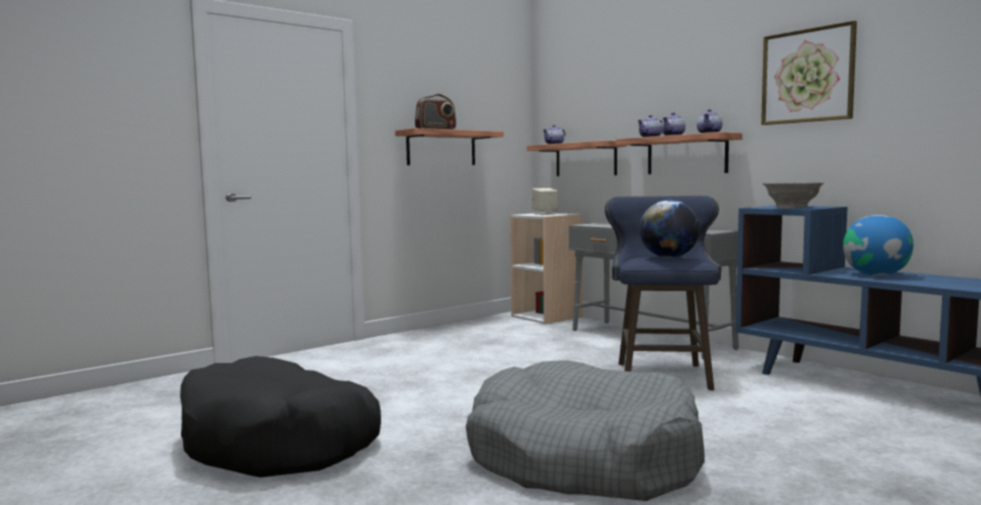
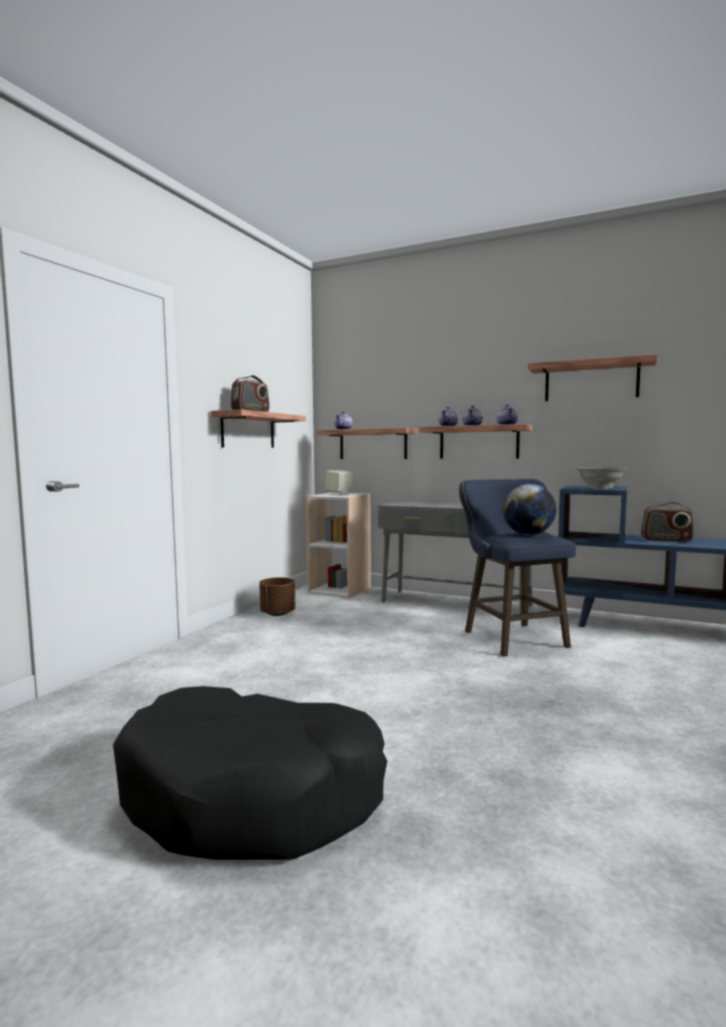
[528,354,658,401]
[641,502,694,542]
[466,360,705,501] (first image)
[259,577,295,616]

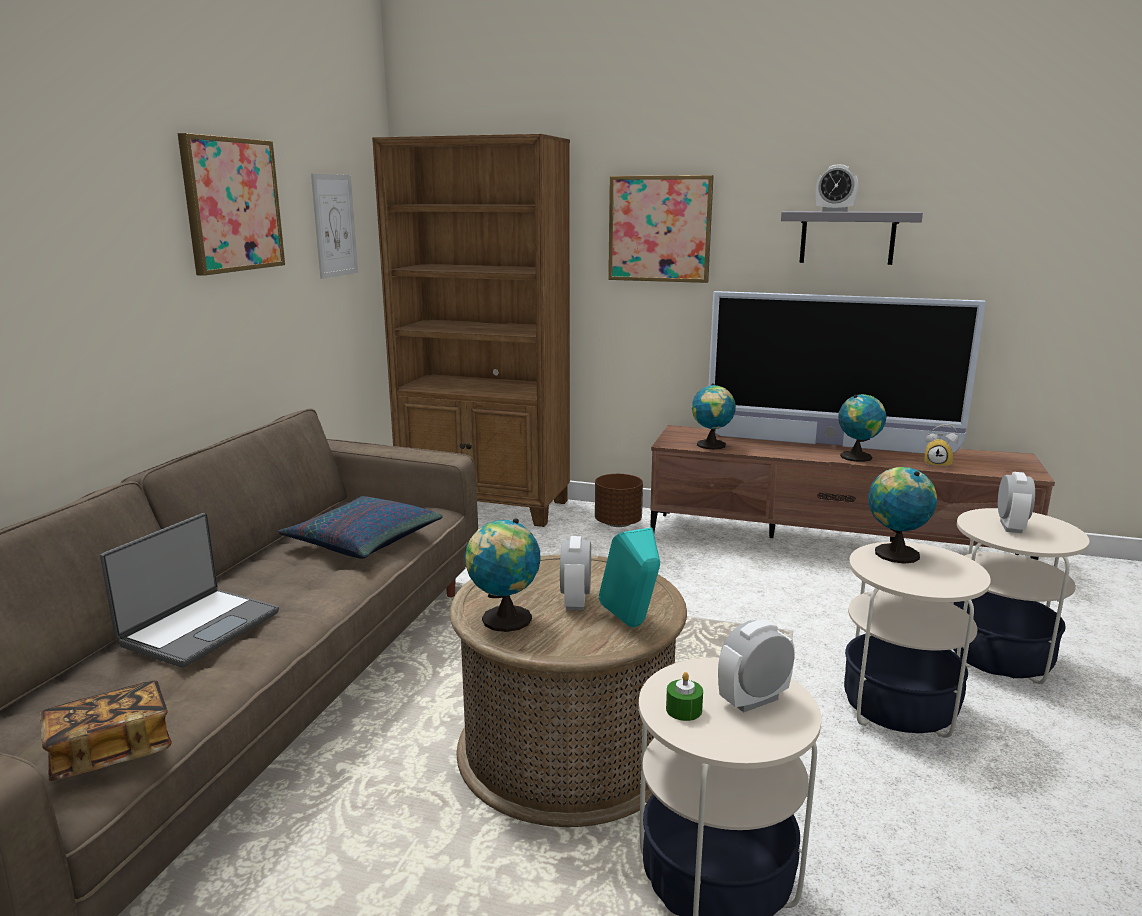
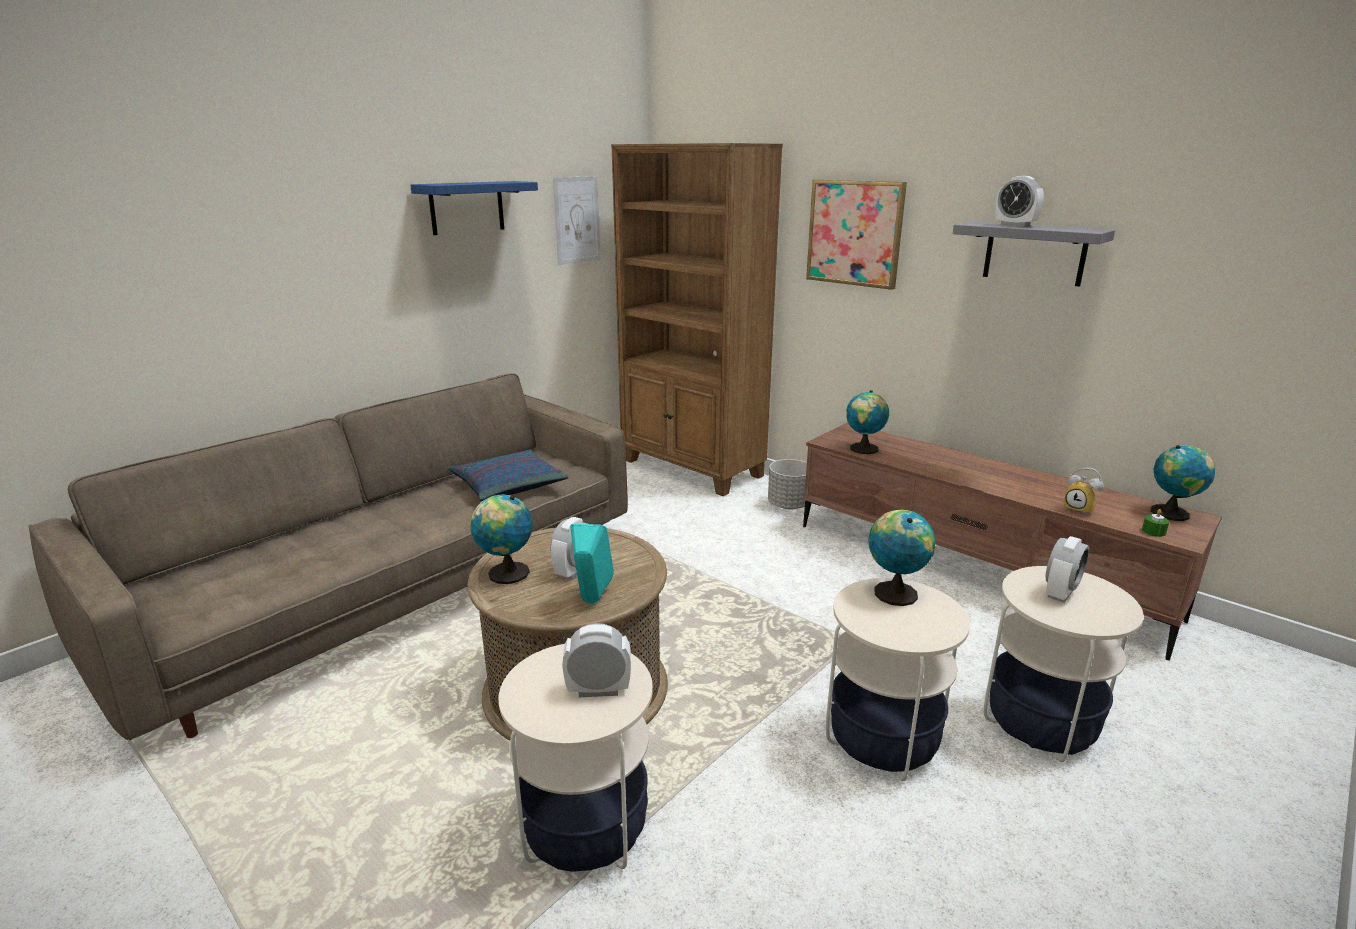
[411,181,538,235]
[709,291,986,454] (first image)
[1151,445,1215,521]
[768,459,807,509]
[100,513,279,668] (first image)
[1142,509,1169,537]
[40,680,172,781] (first image)

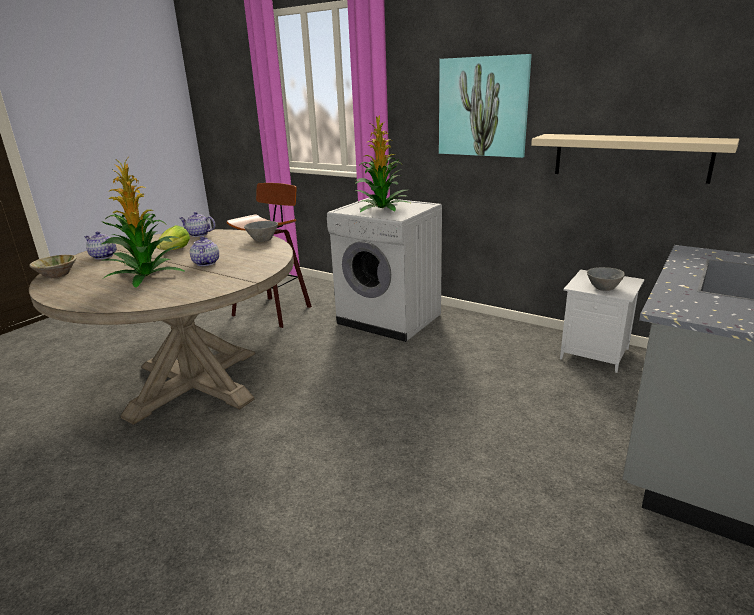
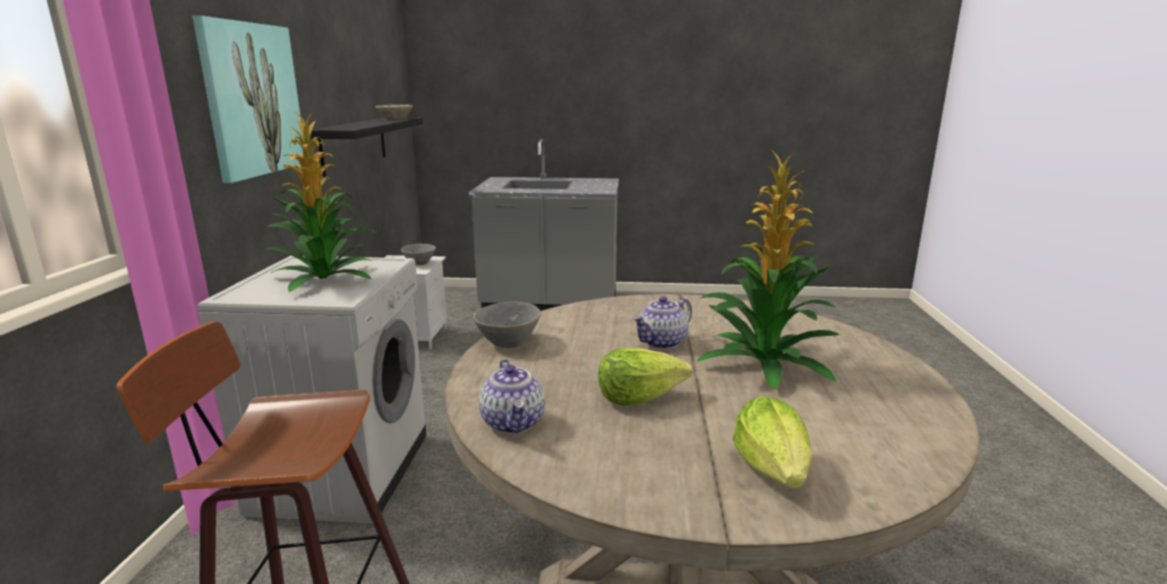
[310,117,423,176]
[733,396,813,488]
[376,105,413,119]

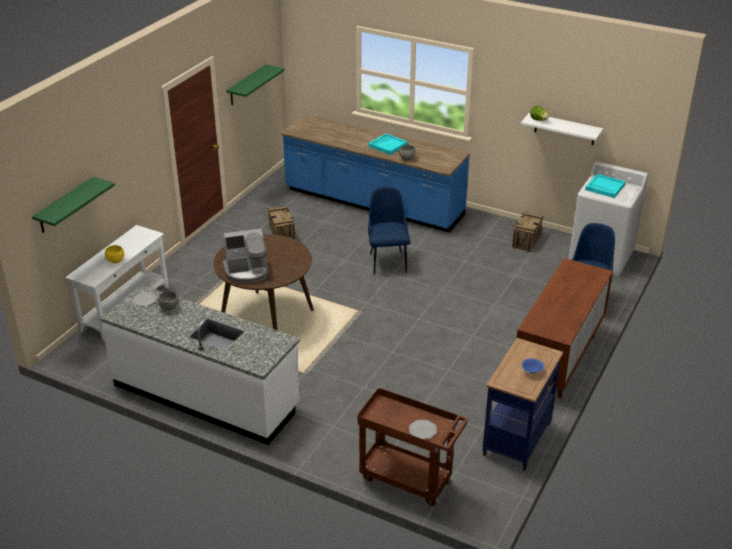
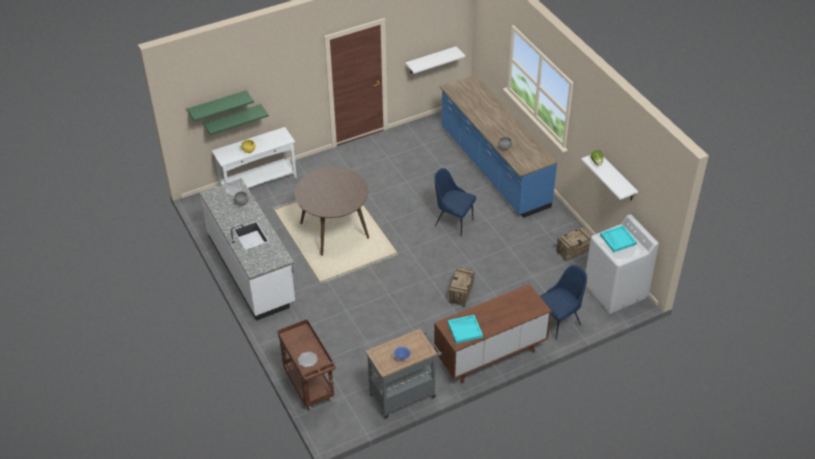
[203,104,269,135]
[448,315,483,344]
[434,168,476,237]
[449,267,475,306]
[223,229,269,283] (first image)
[365,329,442,419]
[405,46,465,74]

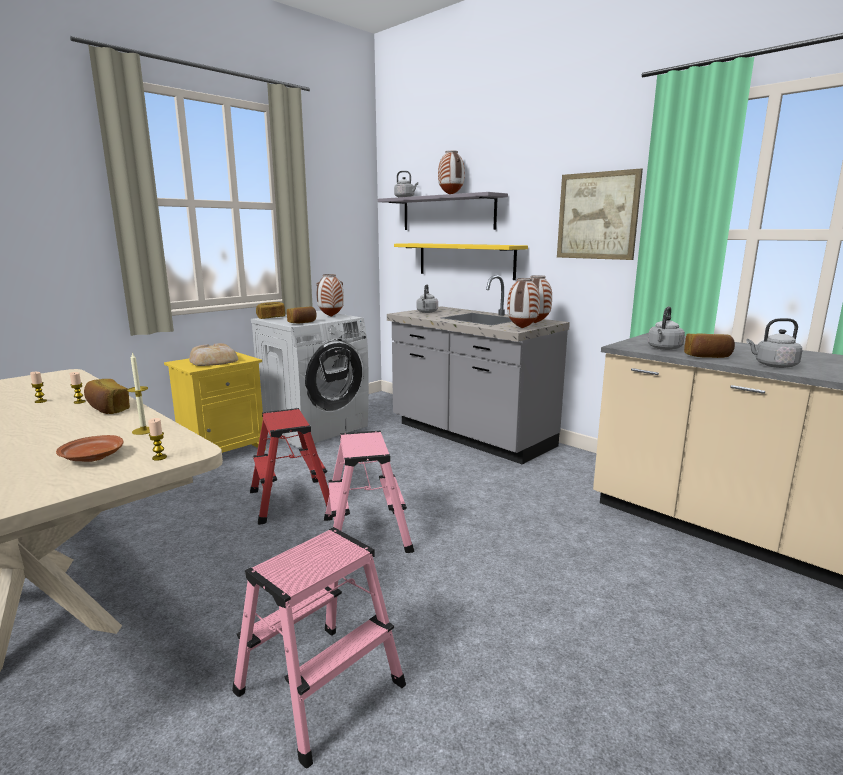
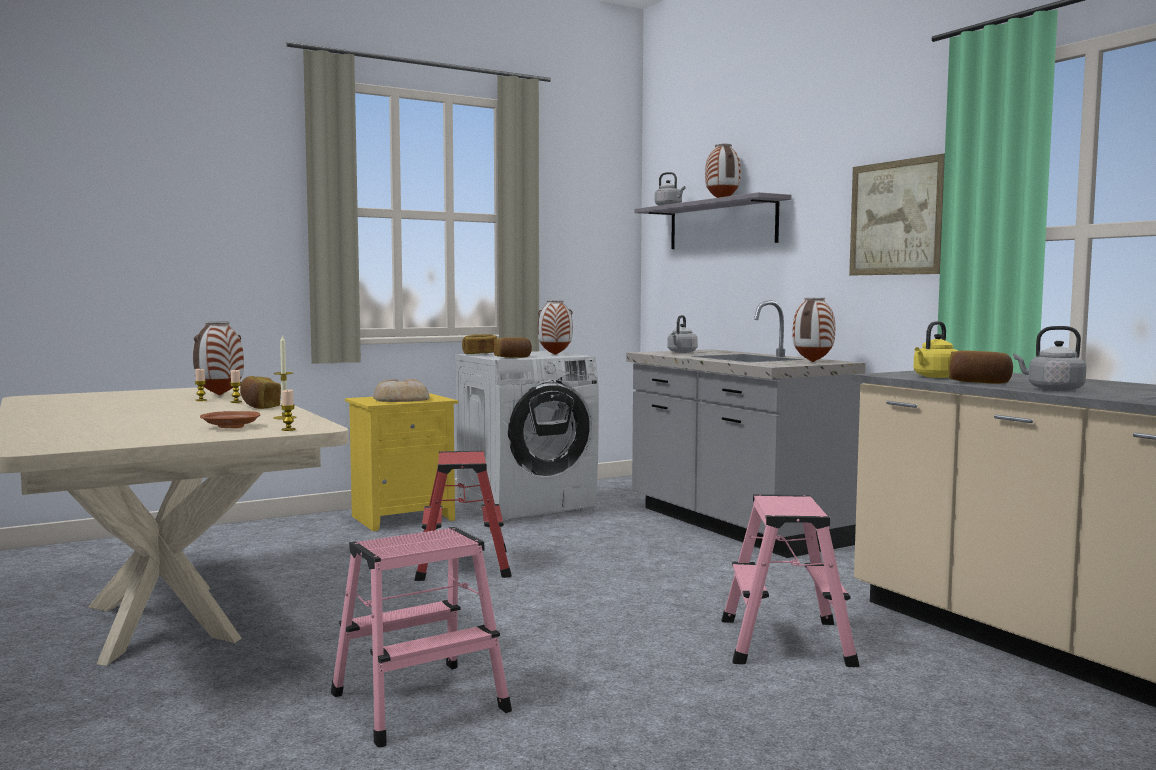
[394,243,528,280] (first image)
[193,321,244,395]
[913,321,958,378]
[721,494,859,667]

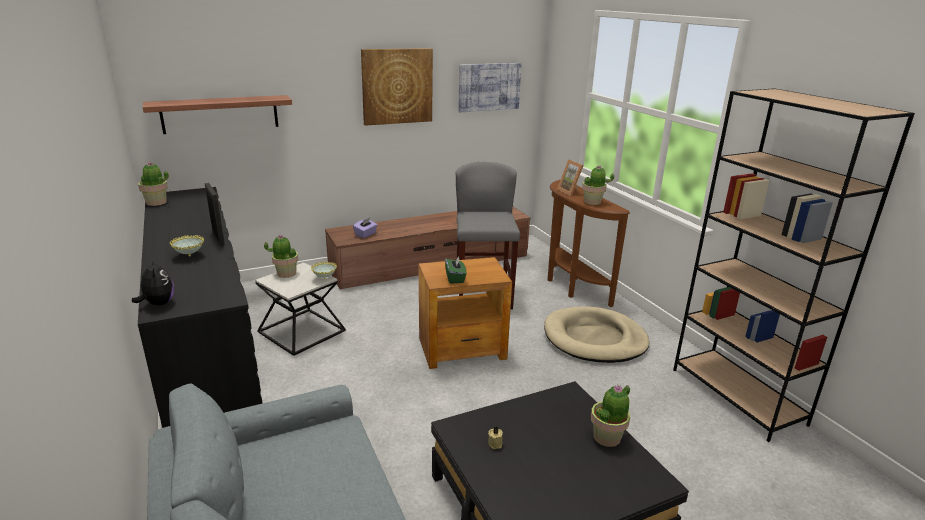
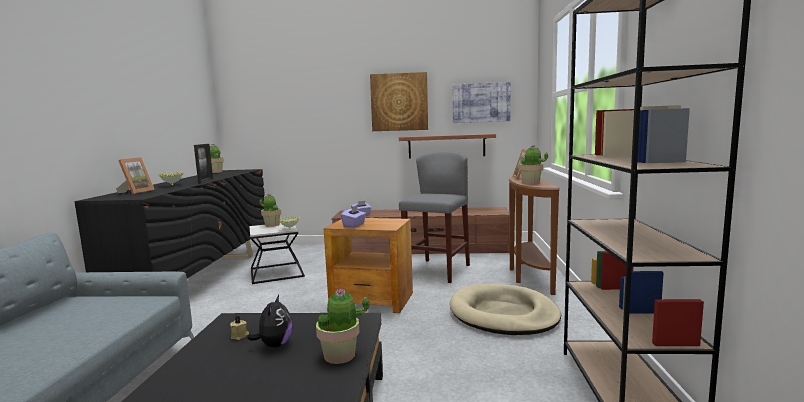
[399,134,496,159]
[341,205,366,228]
[247,295,293,348]
[116,157,155,194]

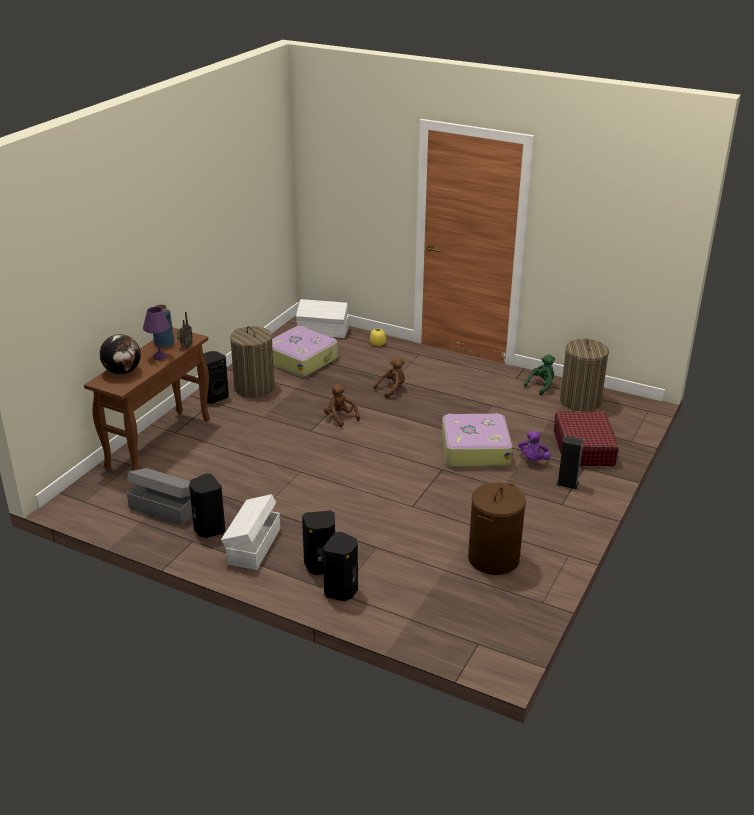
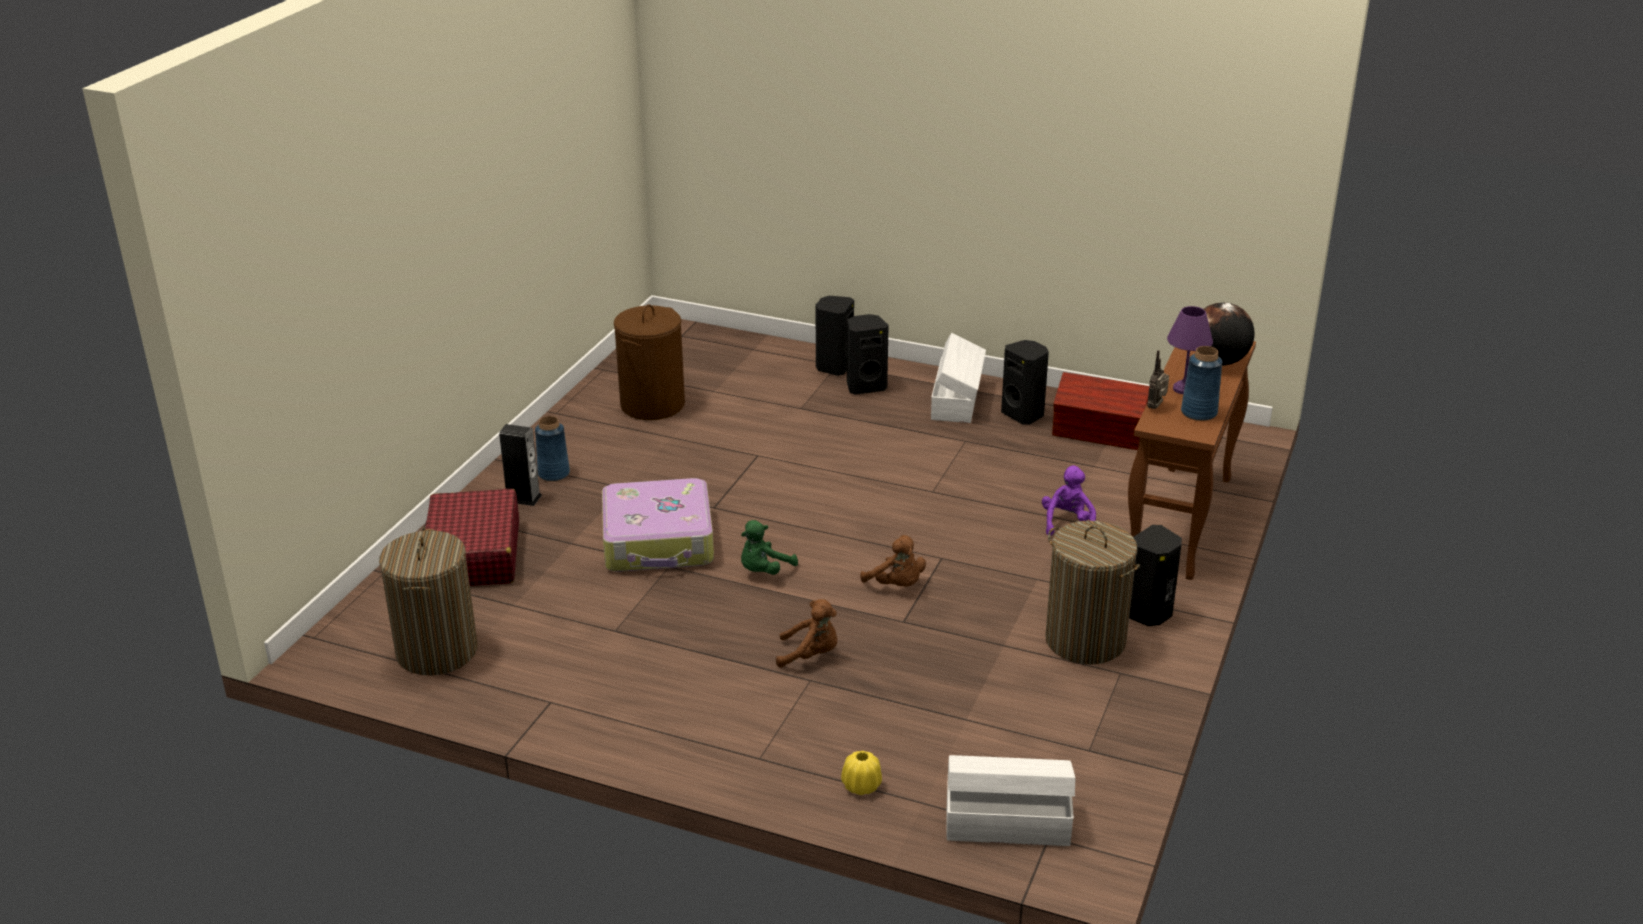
[272,326,338,377] (first image)
[741,520,798,575]
[776,599,837,668]
[1042,465,1096,536]
[1052,372,1149,450]
[535,416,570,481]

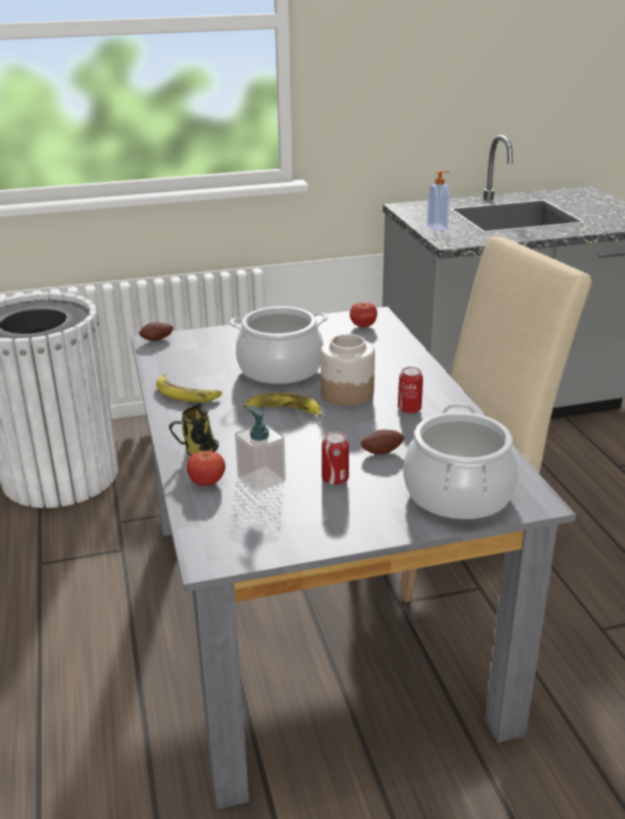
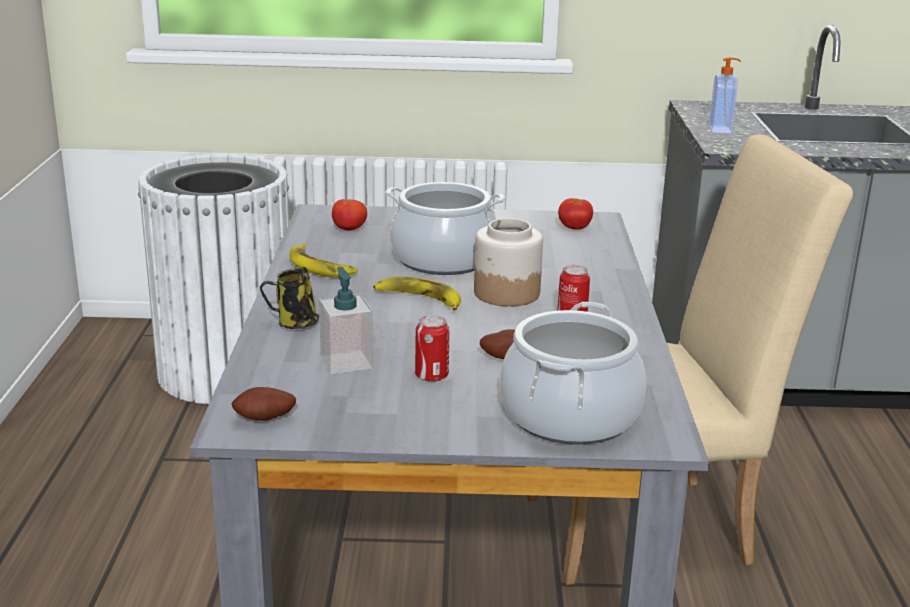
[232,387,296,421]
[332,199,367,230]

